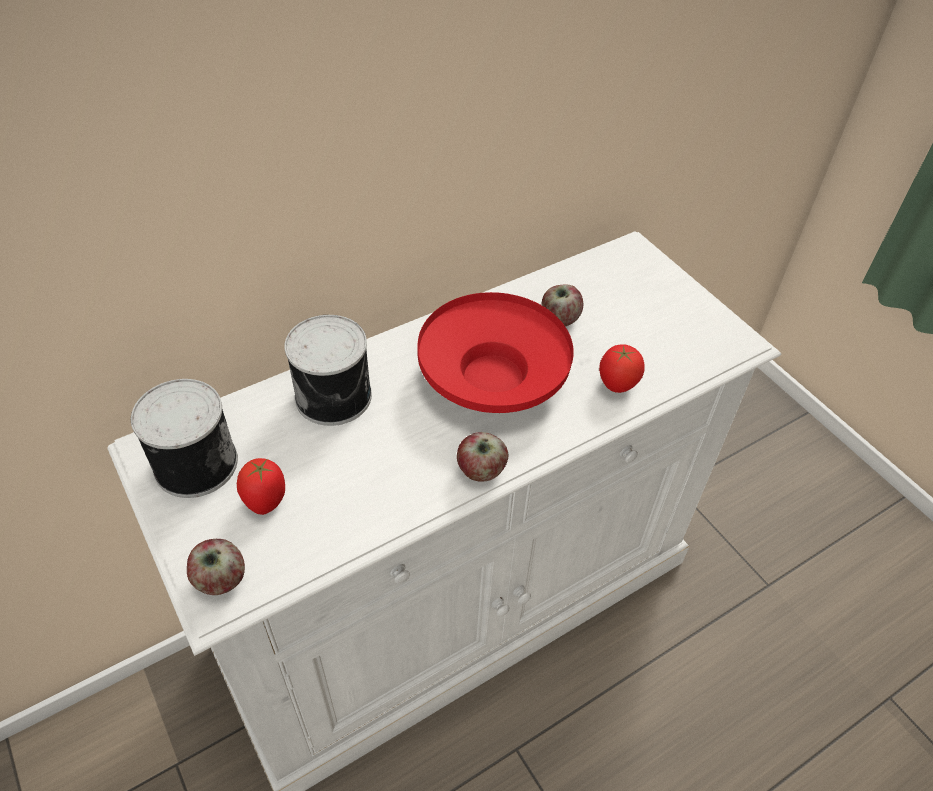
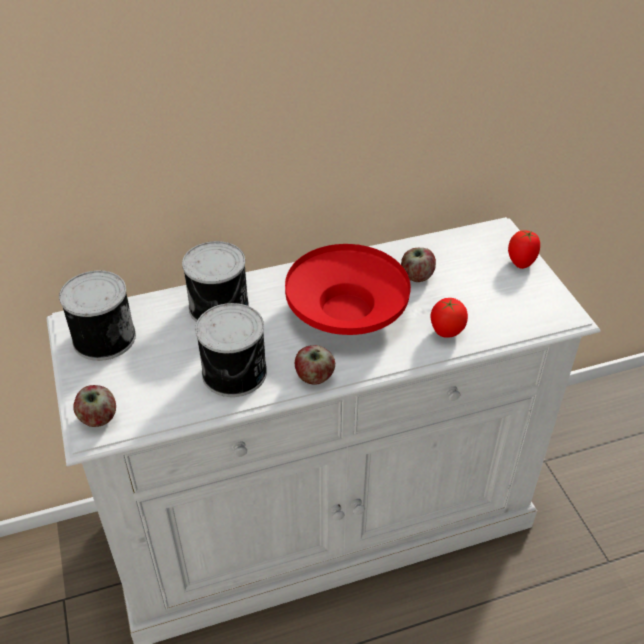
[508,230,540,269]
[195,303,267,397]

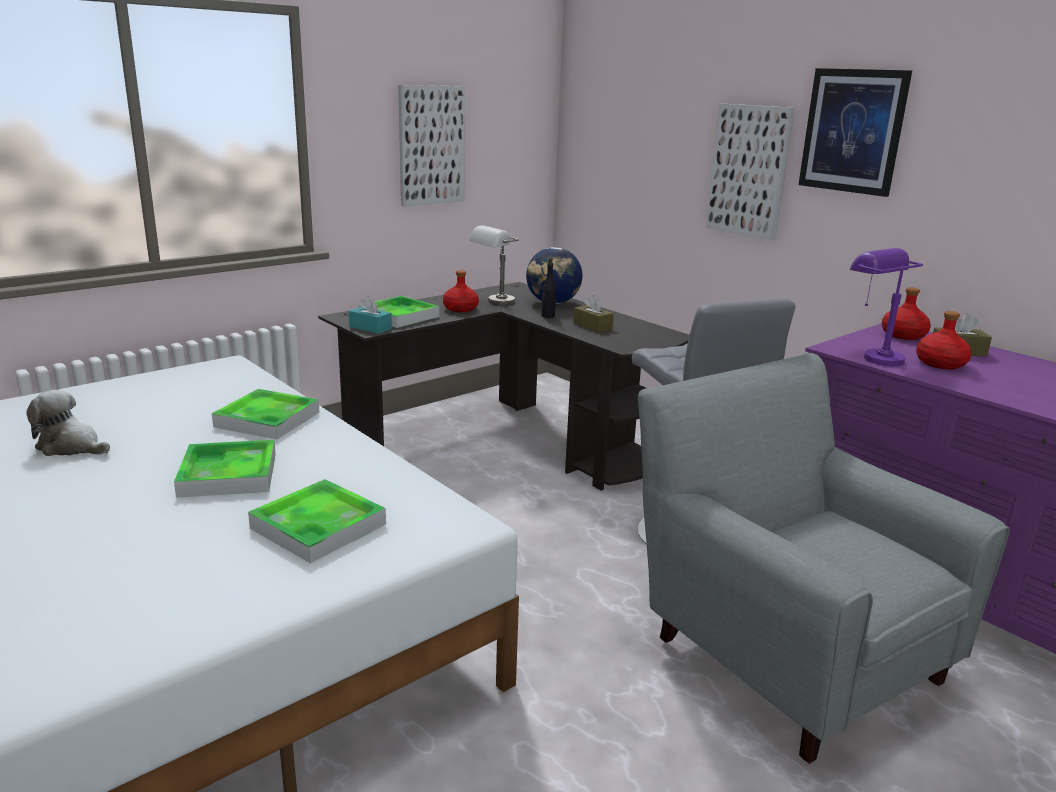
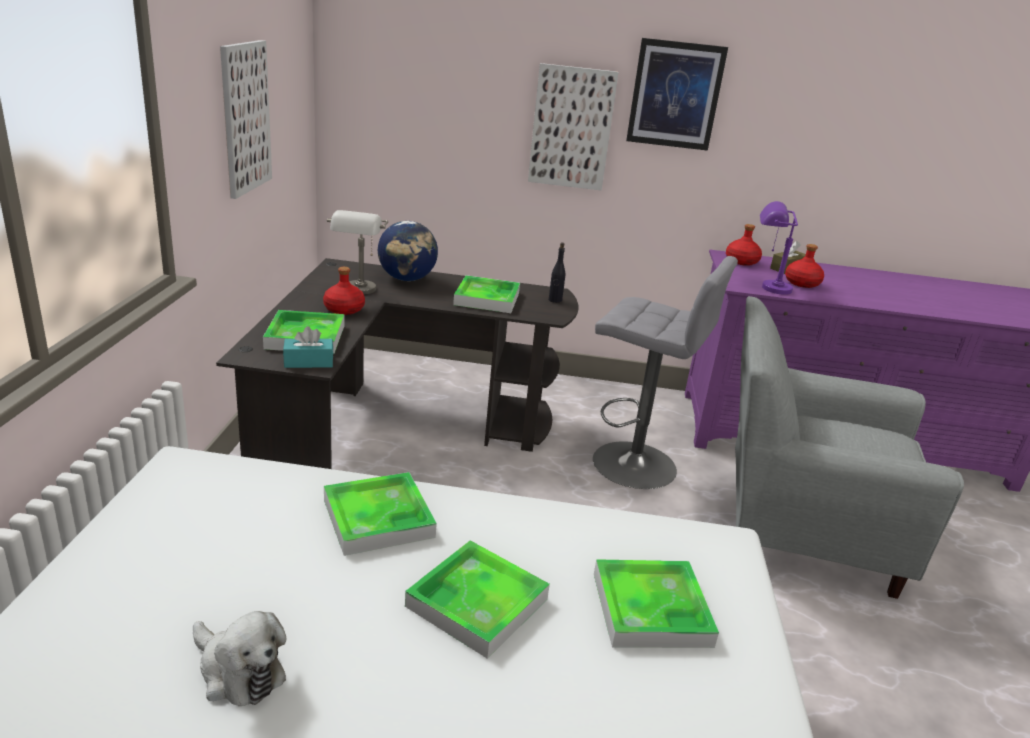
[549,243,565,303]
[453,275,520,313]
[193,611,287,706]

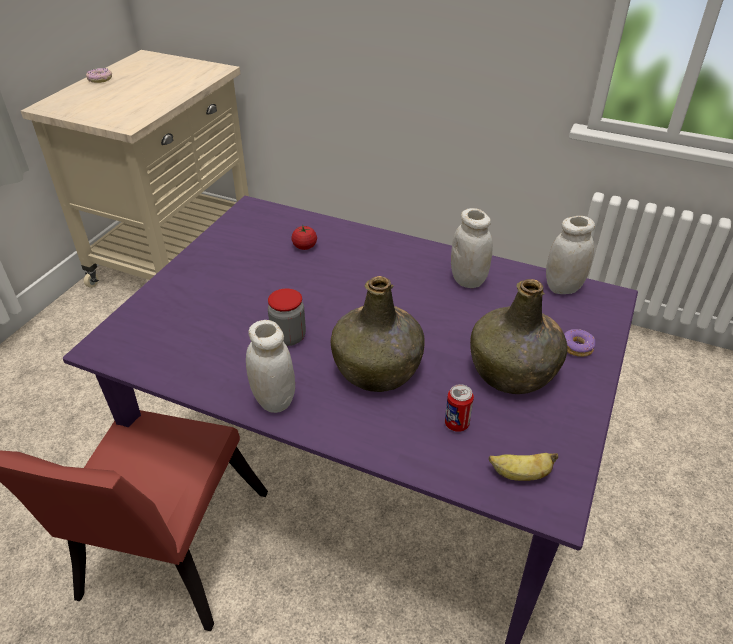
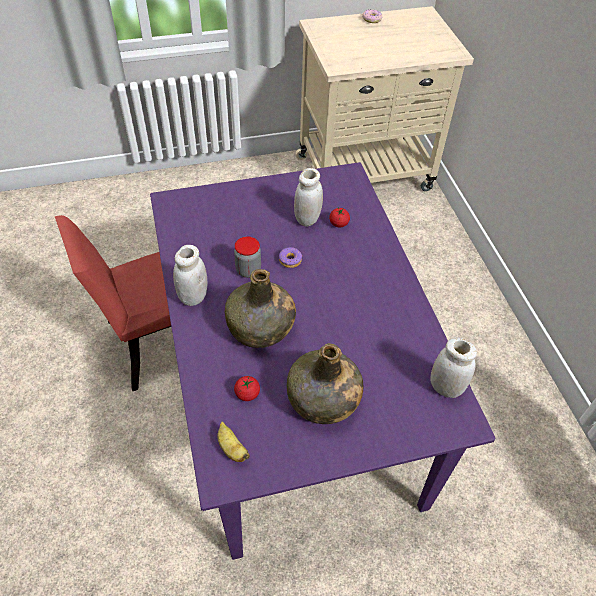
[294,168,323,227]
[279,247,303,268]
[234,376,260,401]

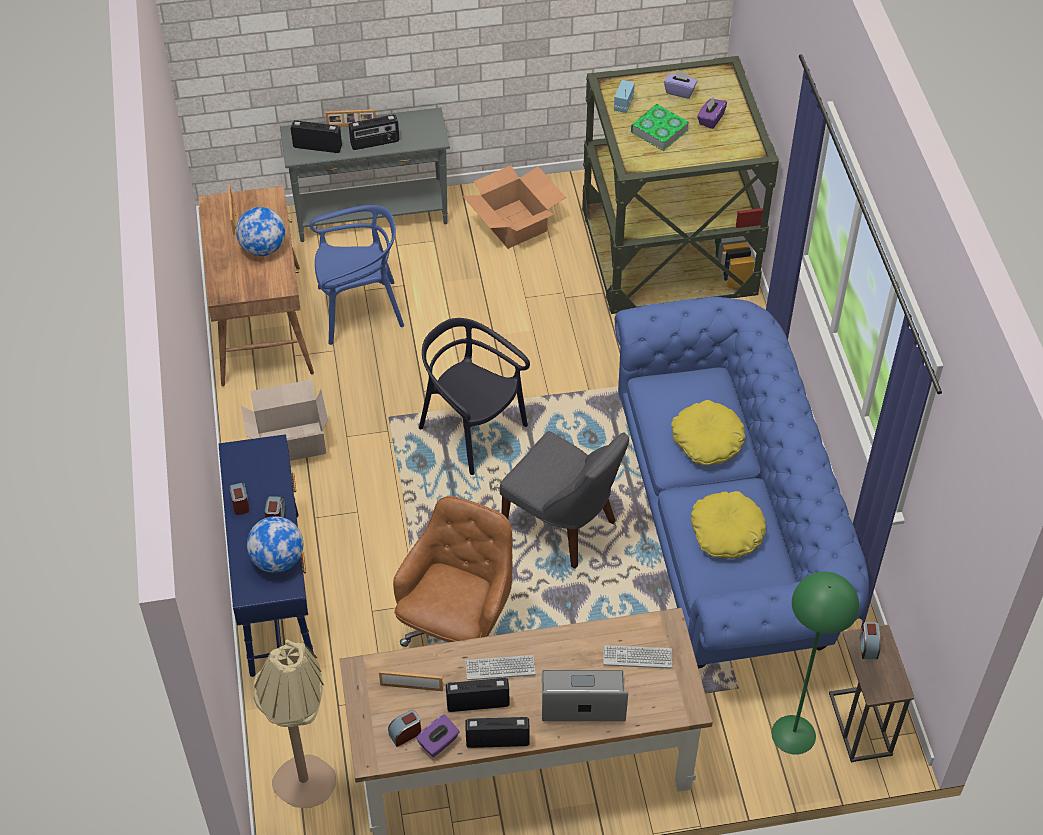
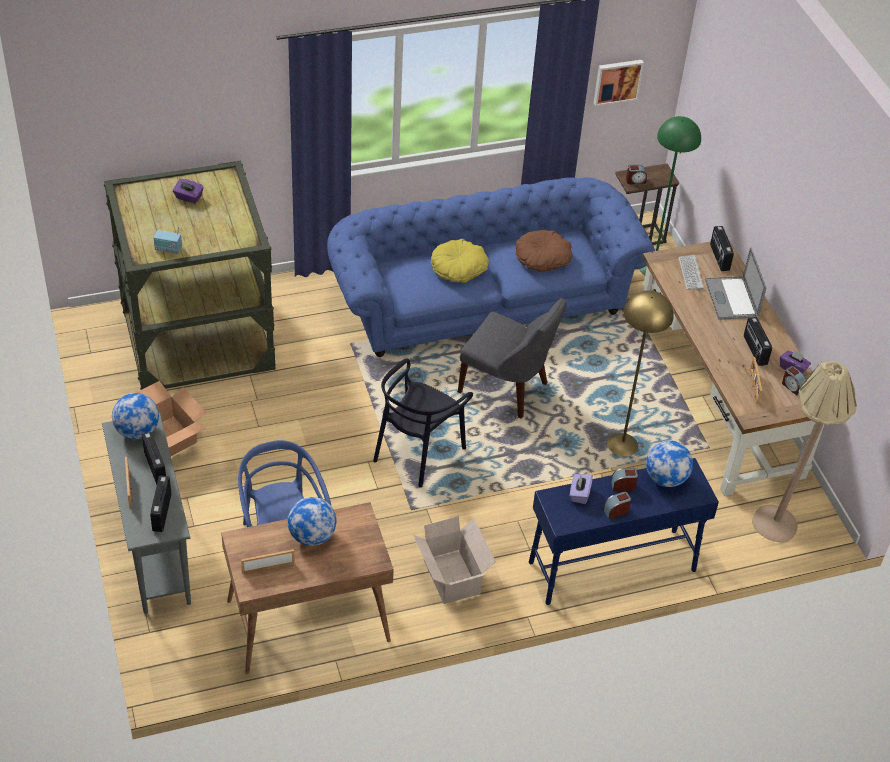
[570,474,593,504]
[631,104,689,151] (first image)
[458,298,566,419]
[515,230,572,272]
[607,291,674,456]
[465,655,535,680] (first image)
[710,226,734,271]
[594,60,644,106]
[112,393,159,439]

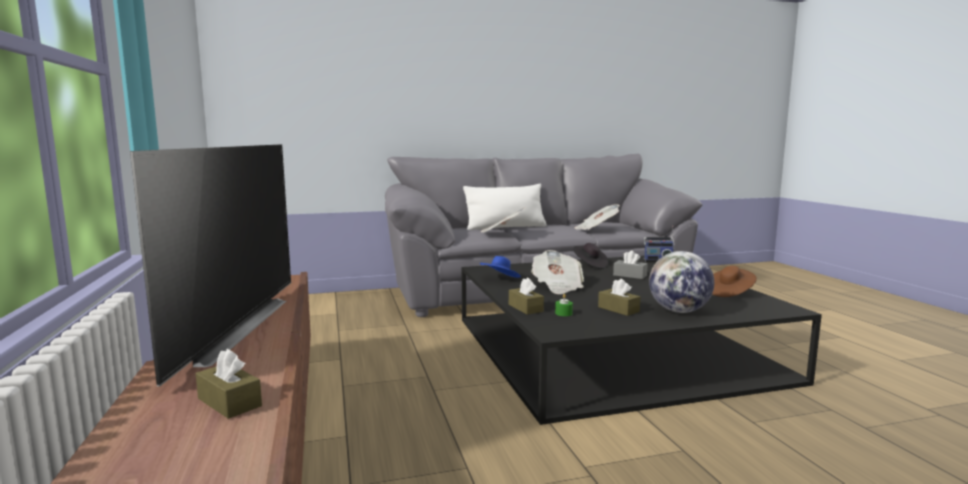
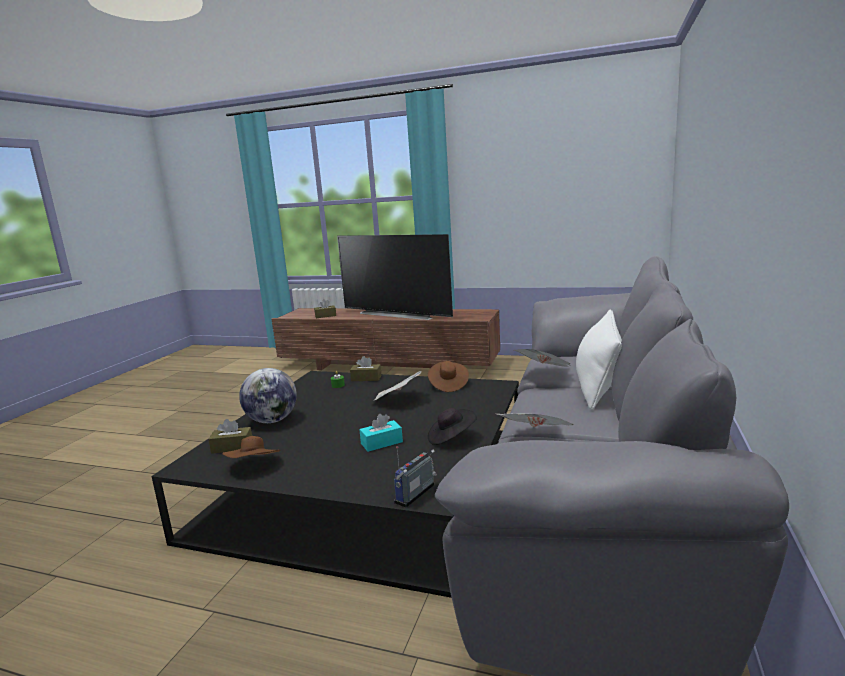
[359,414,403,452]
[428,361,469,392]
[208,419,252,454]

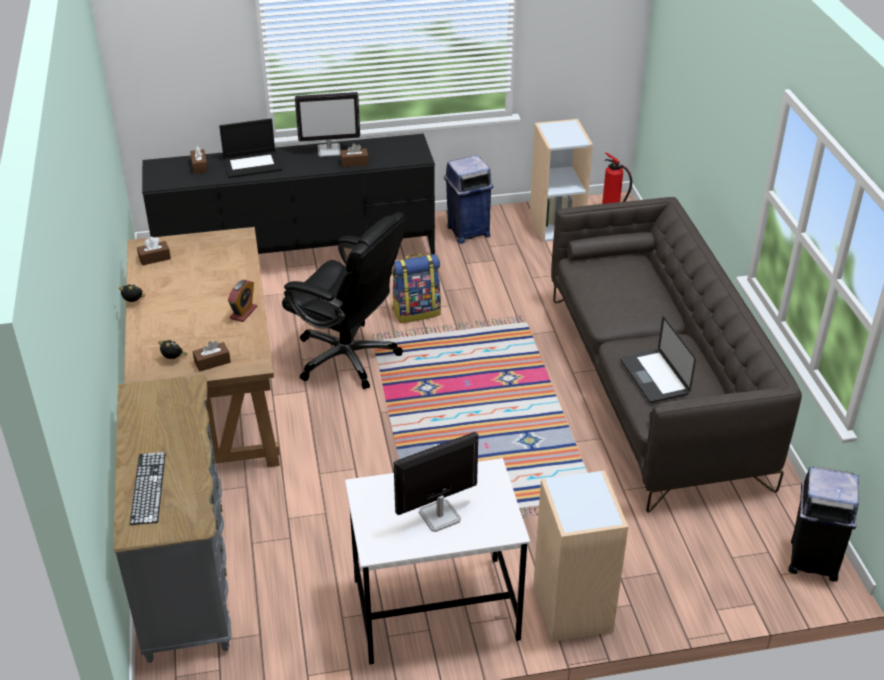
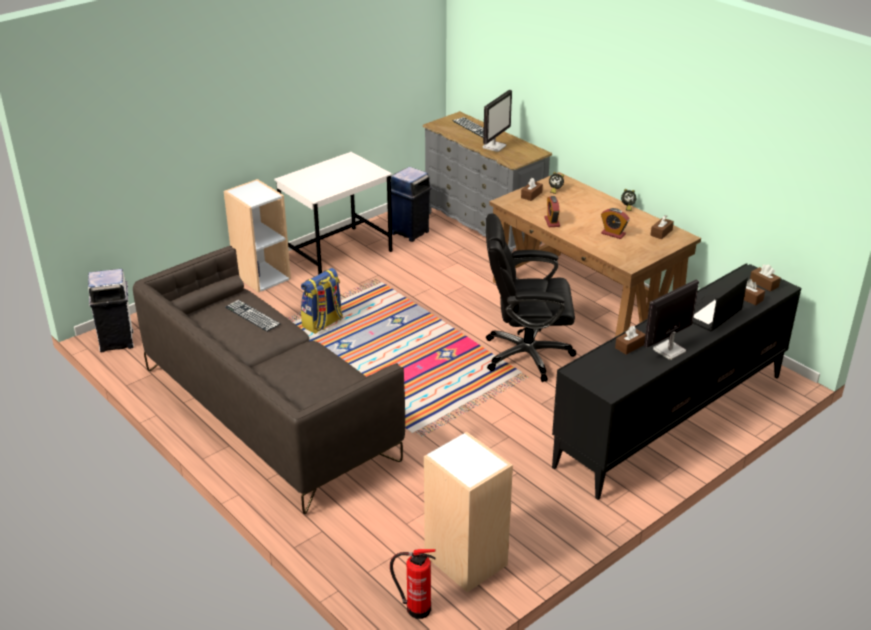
[391,167,432,242]
[301,268,343,334]
[225,300,281,332]
[482,90,512,152]
[88,269,134,352]
[601,208,630,239]
[750,265,781,292]

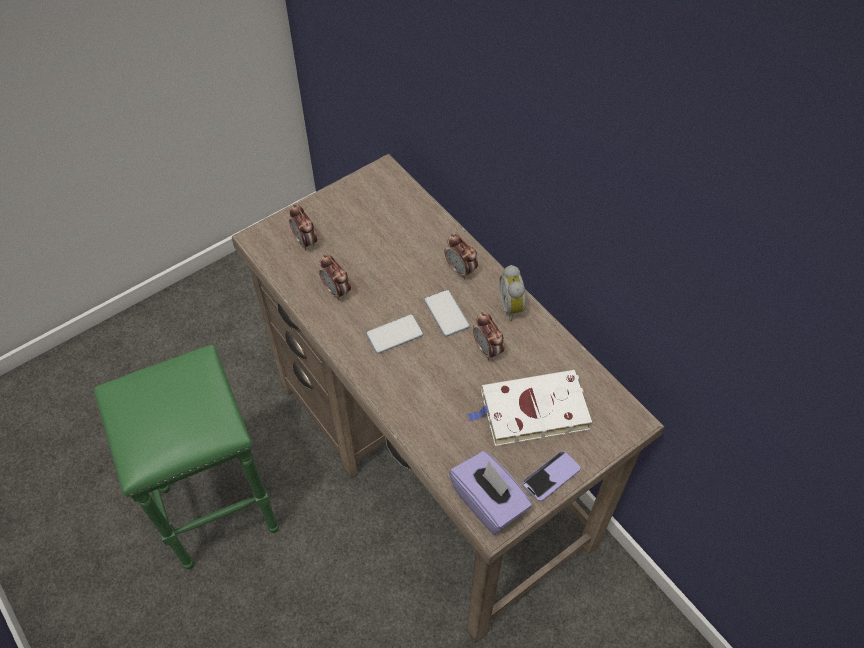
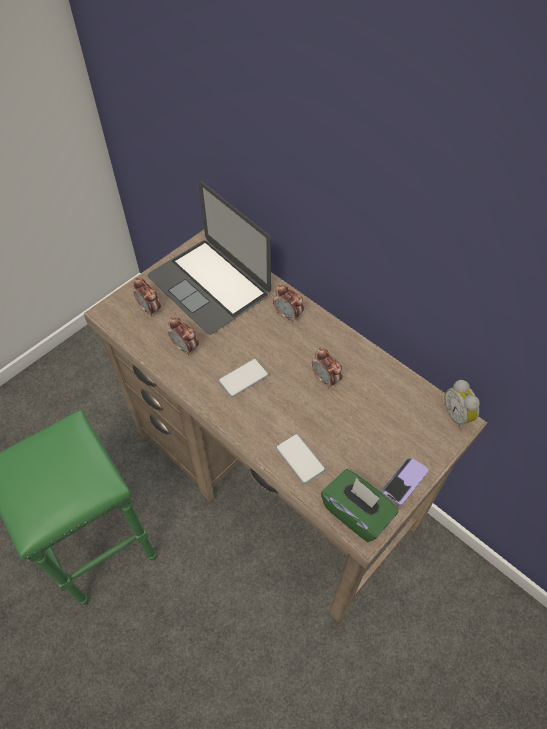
[445,380,480,430]
[276,434,325,484]
[467,370,592,446] (first image)
[321,469,399,542]
[148,181,271,334]

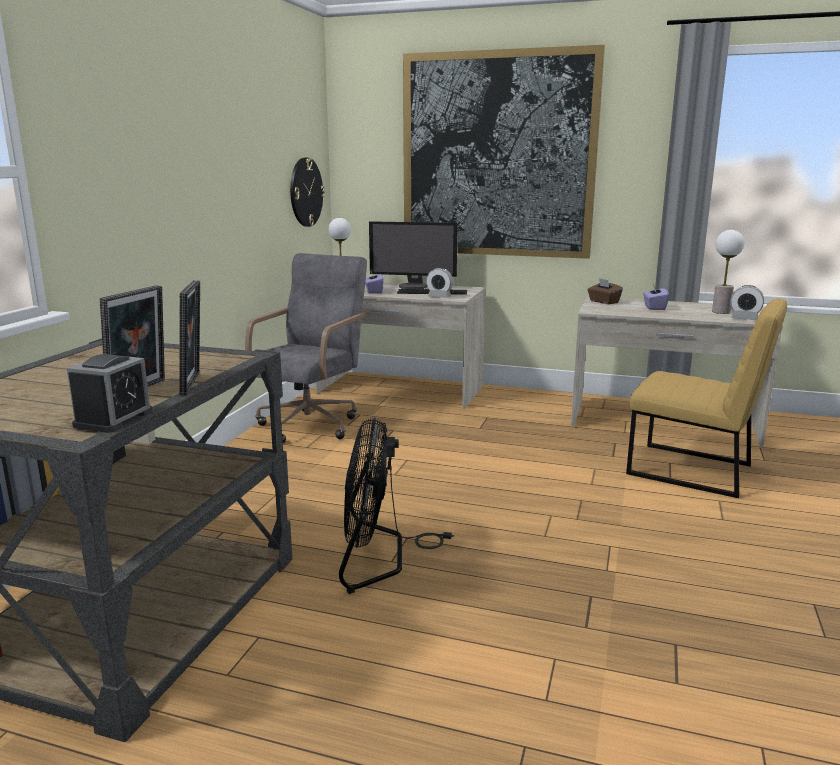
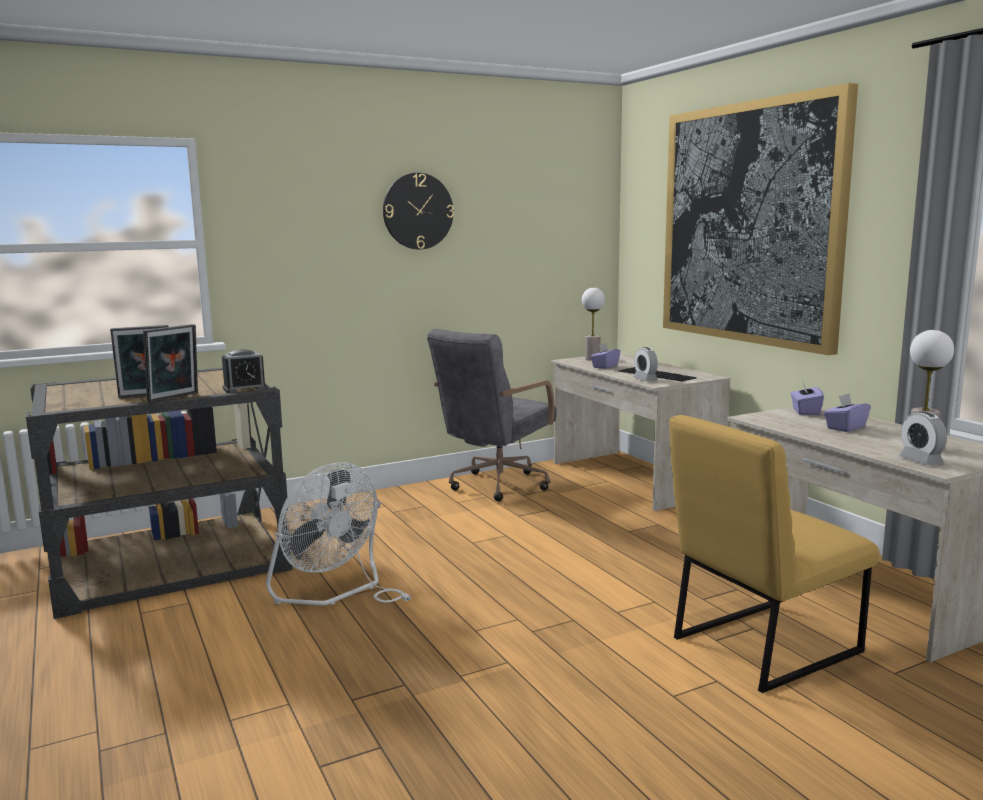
[383,173,454,249]
[369,221,457,289] (first image)
[427,329,557,501]
[791,380,824,415]
[669,415,880,693]
[222,349,267,393]
[266,462,411,605]

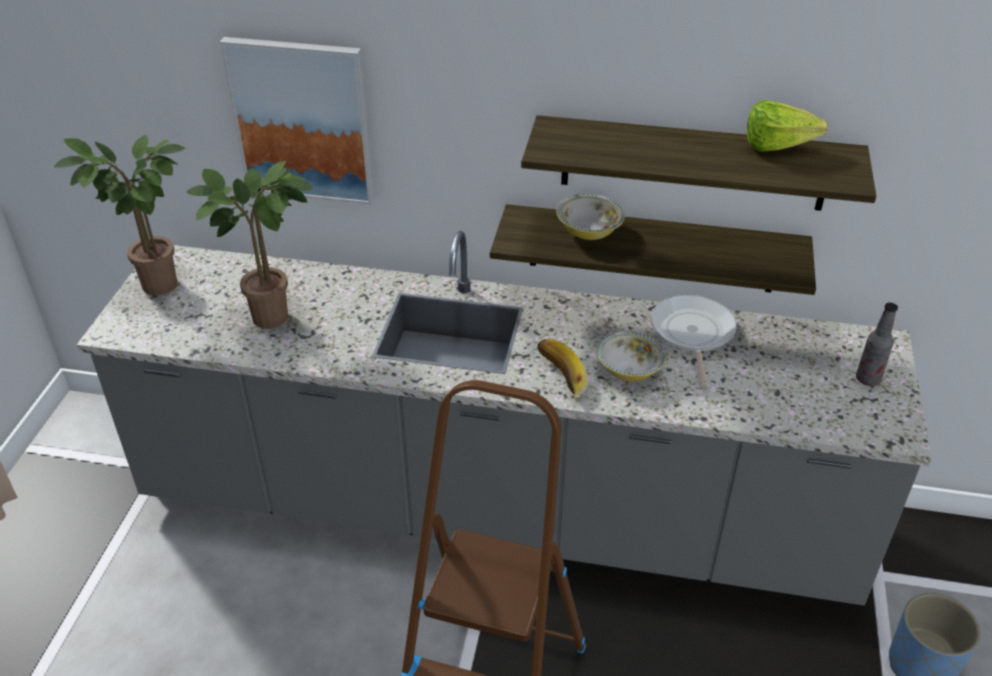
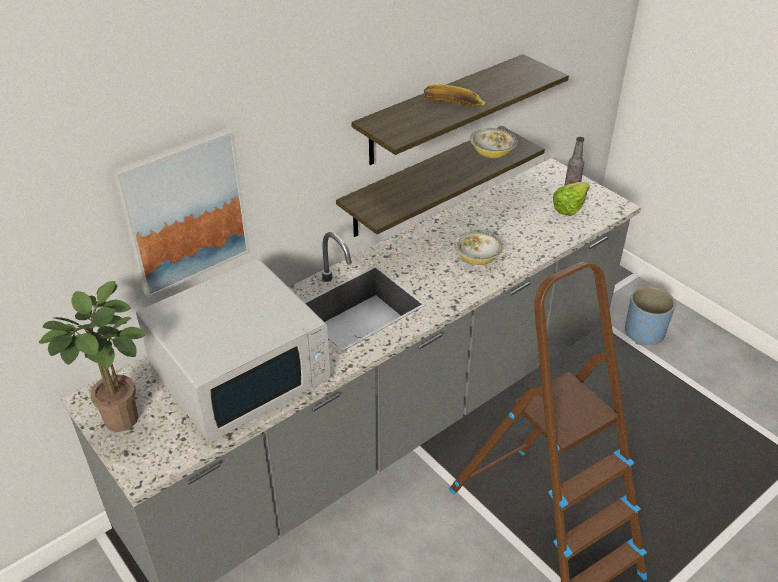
[553,182,590,216]
[136,259,330,443]
[470,128,518,158]
[651,295,737,387] (first image)
[424,84,486,106]

